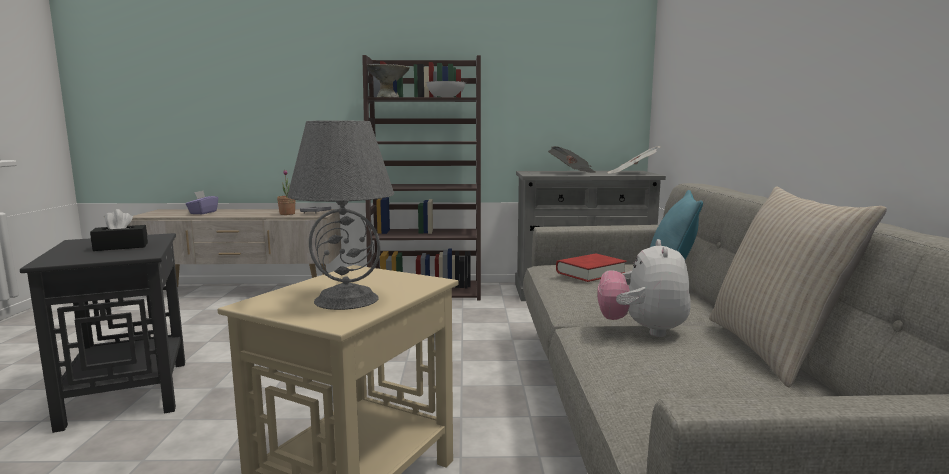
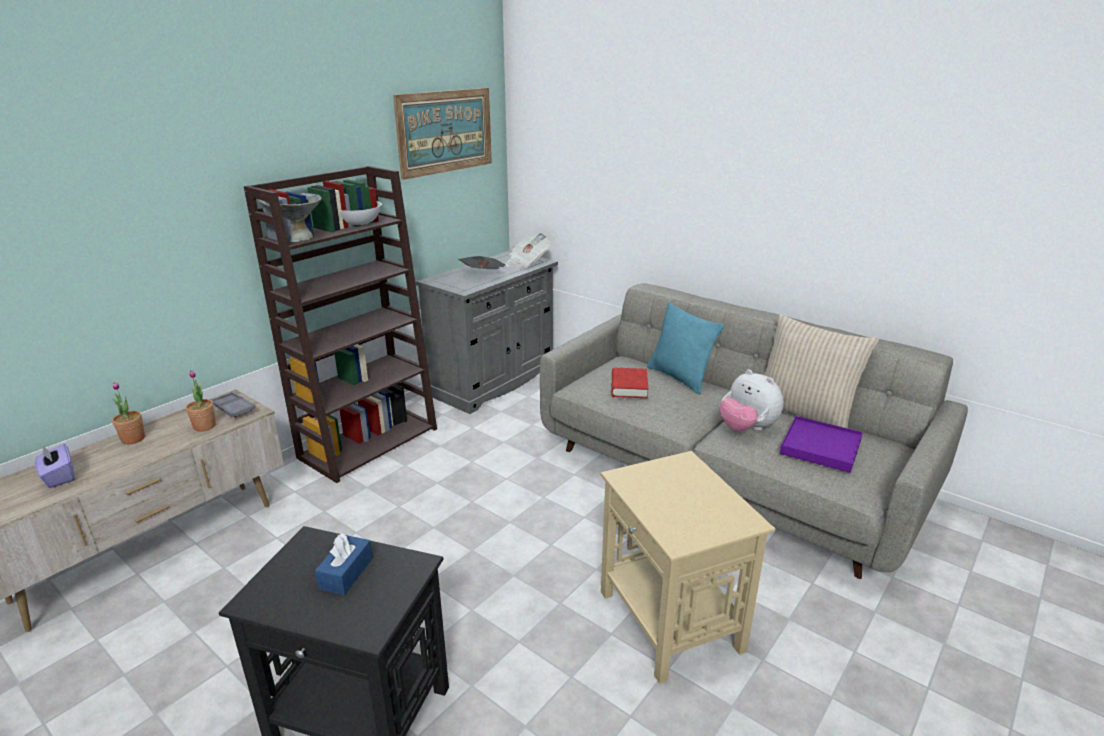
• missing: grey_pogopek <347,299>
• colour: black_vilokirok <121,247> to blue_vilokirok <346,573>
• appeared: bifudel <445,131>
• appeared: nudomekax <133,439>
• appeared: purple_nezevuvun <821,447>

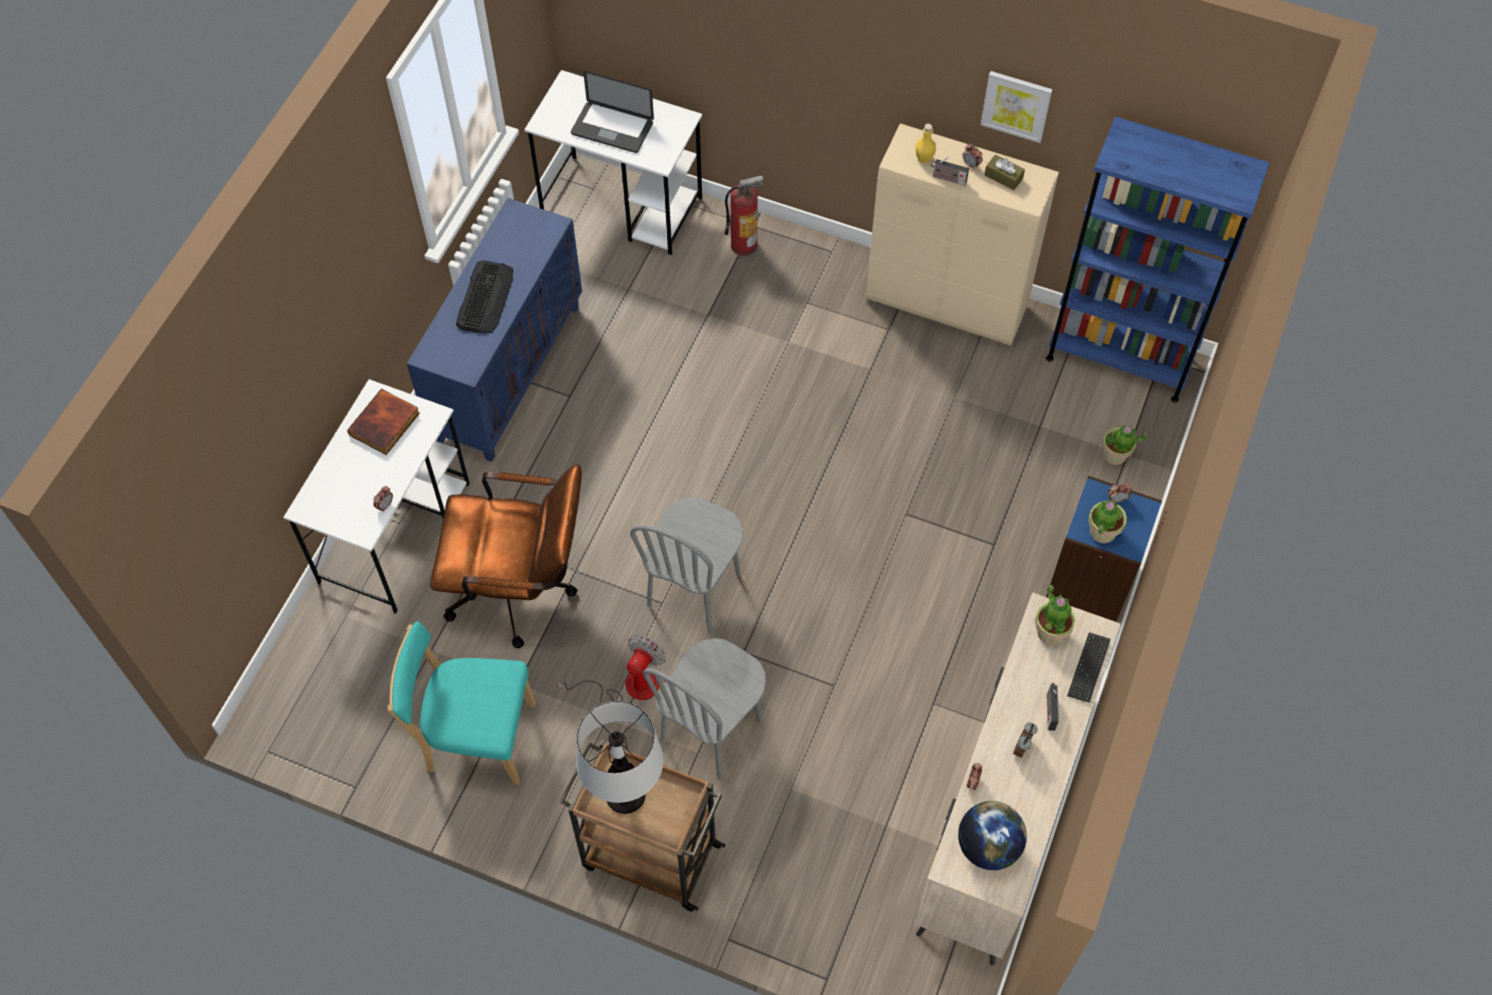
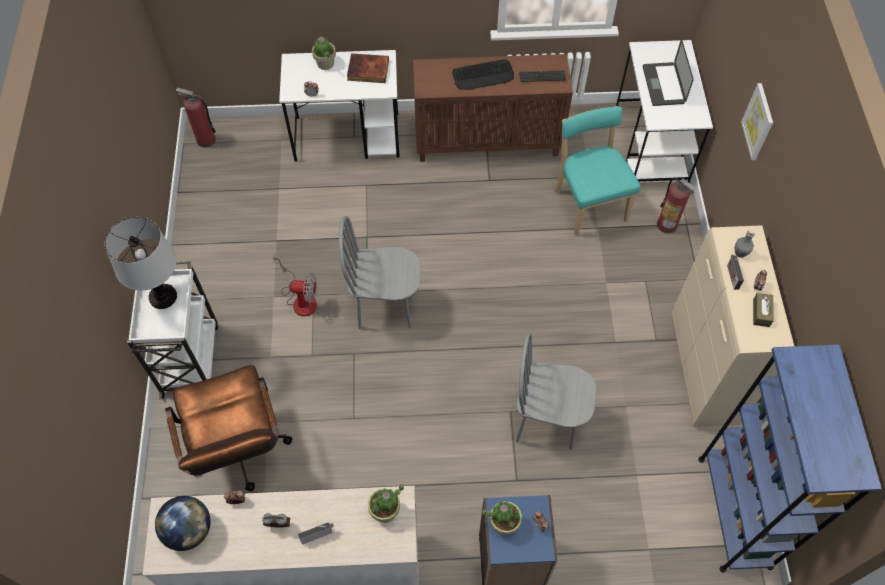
• relocated: bifudel <1016,105> to <758,122>
• colour: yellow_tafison <924,158> to grey_tafison <740,253>
• colour: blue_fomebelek <508,371> to brown_fomebelek <488,141>
• relocated: nudomekax <1115,455> to <325,64>
• relocated: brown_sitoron <521,590> to <240,452>
• relocated: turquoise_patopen <476,737> to <589,202>
• relocated: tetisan <1088,668> to <542,77>
• relocated: grey_patopen <712,730> to <546,421>
• colour: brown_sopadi <649,855> to white_sopadi <190,358>
• appeared: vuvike <205,140>

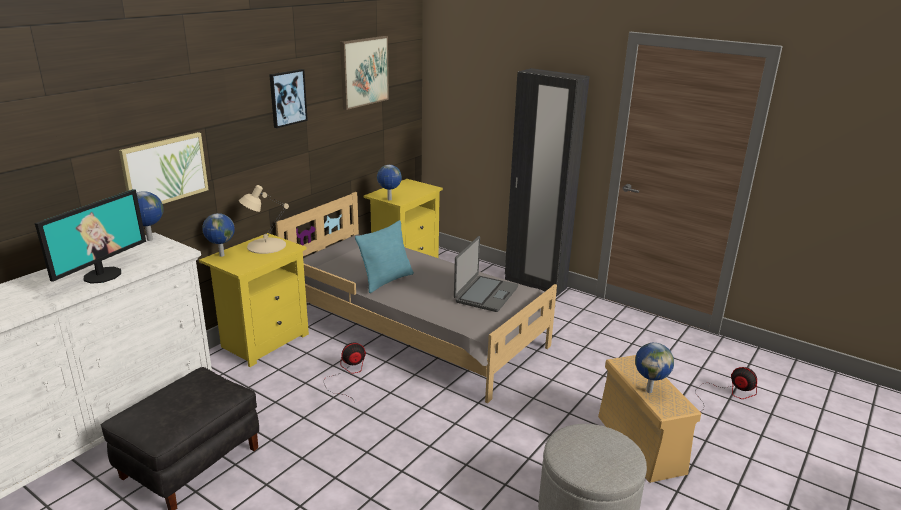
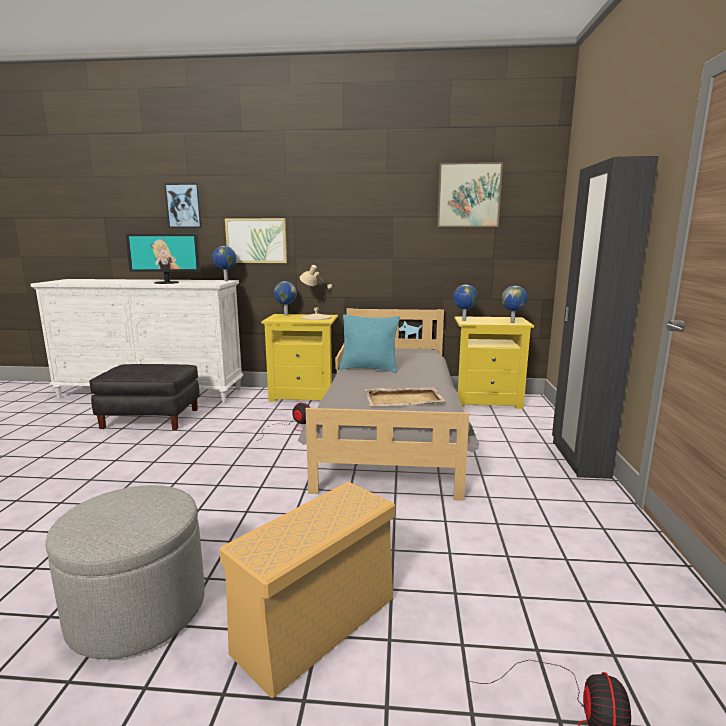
• relocated: bifudel <287,98> to <184,206>
• exchanged: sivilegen <485,294> to beige_nezevuvun <404,399>
• relocated: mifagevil <649,390> to <513,322>

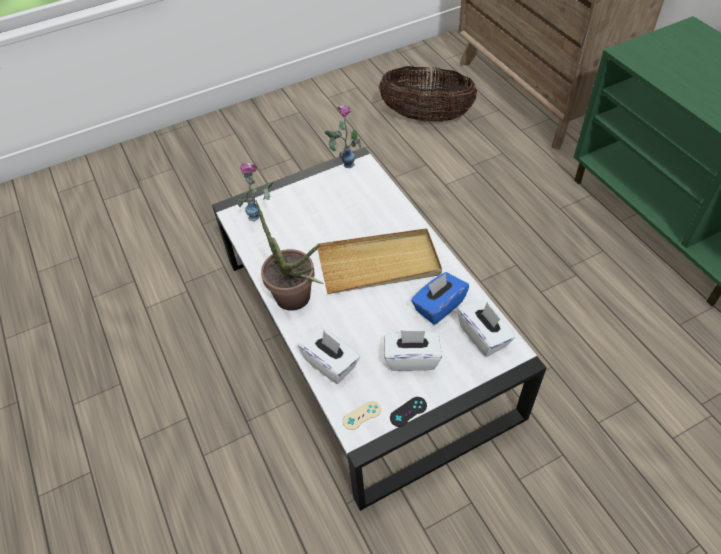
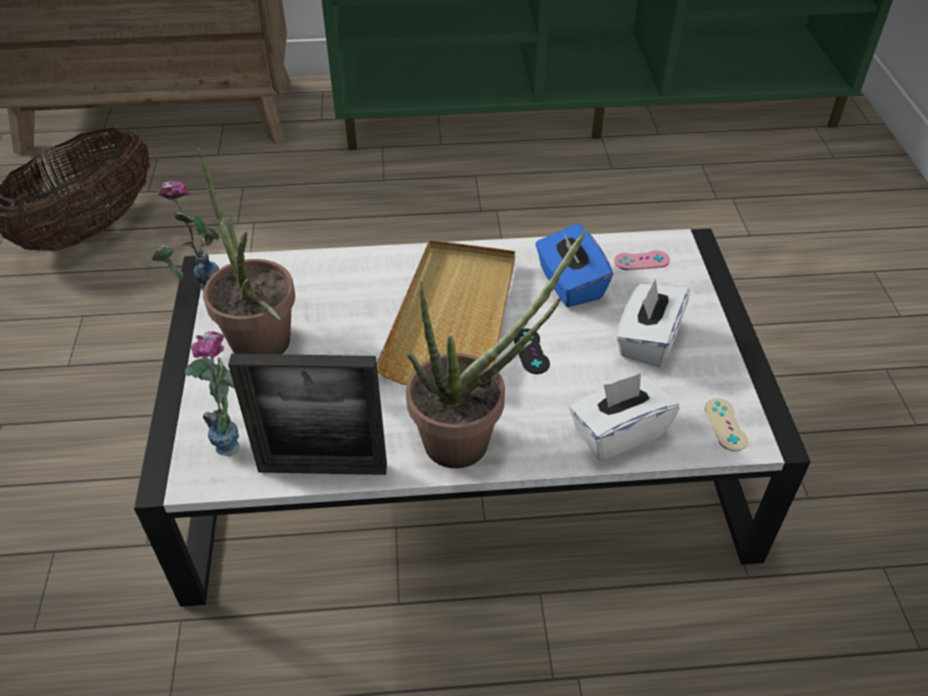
• exchanged: white_vilokirok <484,336> to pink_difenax <641,261>
• relocated: black_difenax <408,411> to <531,351>
• appeared: nudomekax <264,352>
• appeared: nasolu <322,468>

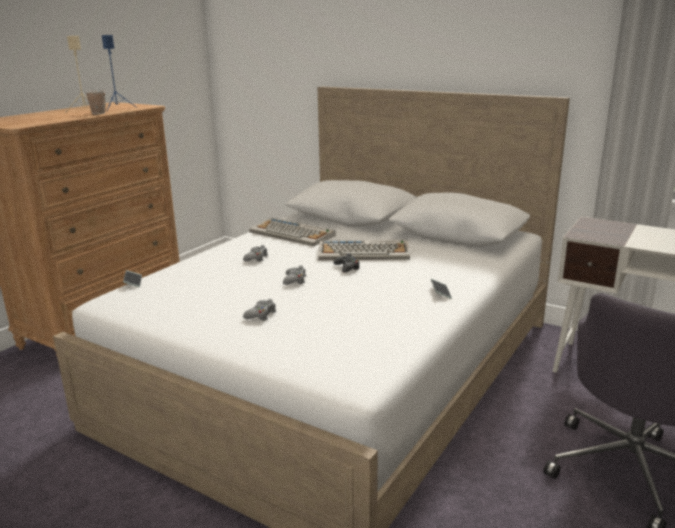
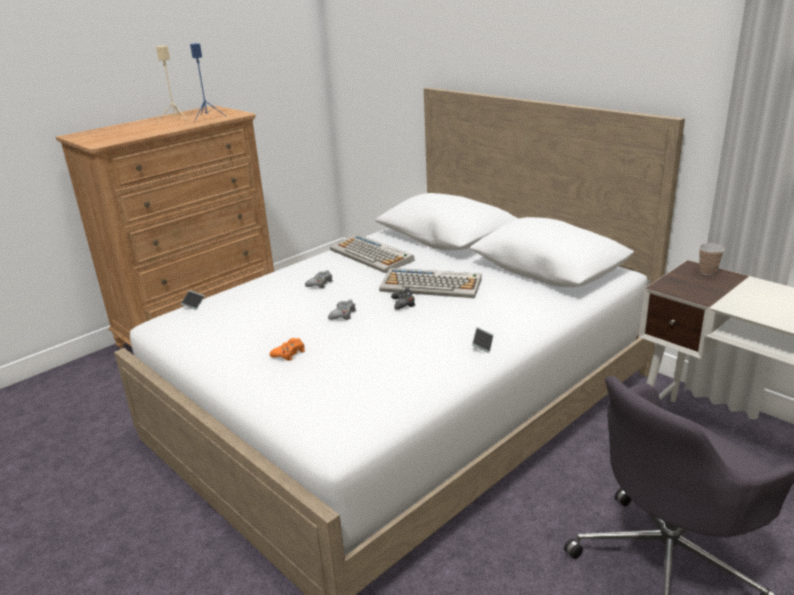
• relocated: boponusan <98,113> to <707,272>
• colour: grey_difenax <261,315> to orange_difenax <289,353>

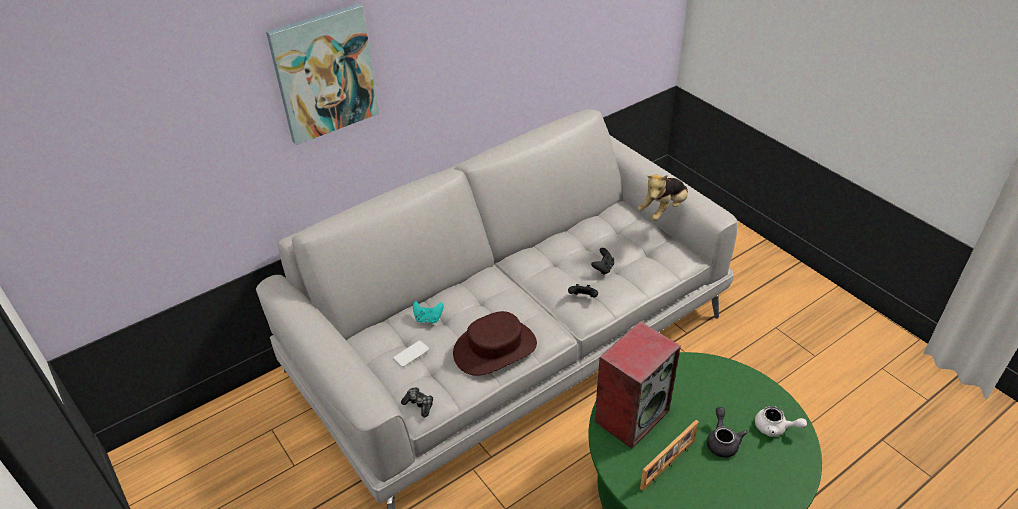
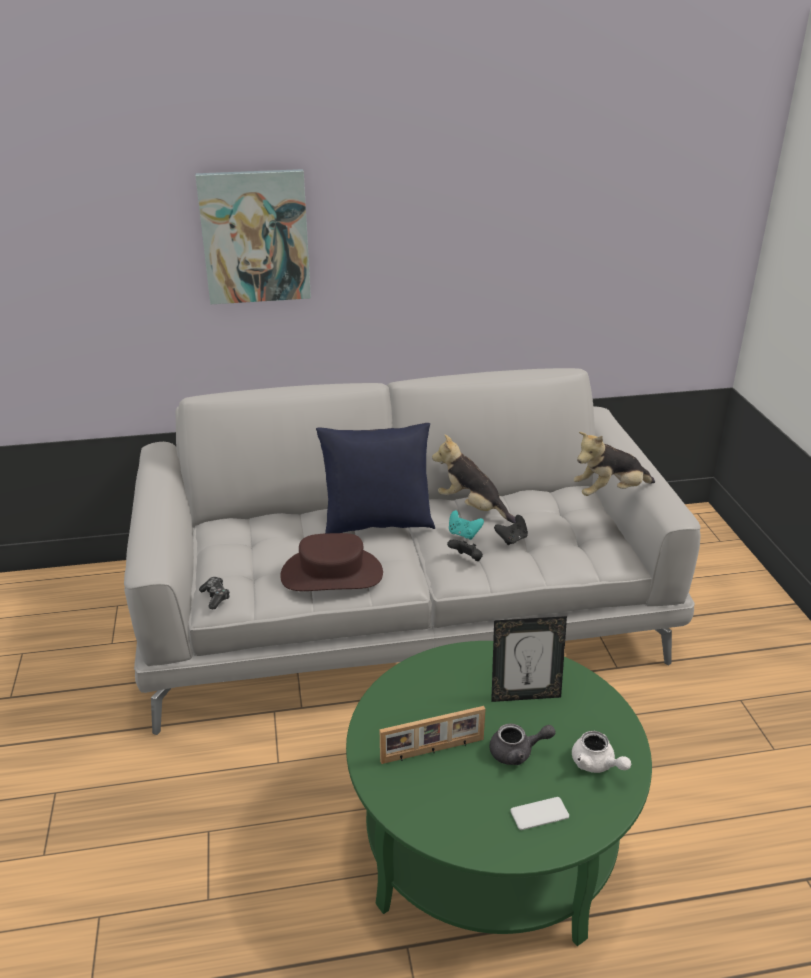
• relocated: turquoise_difenax <428,319> to <463,534>
• missing: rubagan <631,415>
• relocated: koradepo <411,354> to <539,814>
• spun: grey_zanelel <722,441> = <517,752> 60 degrees clockwise
• appeared: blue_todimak <377,524>
• appeared: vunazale <472,508>
• appeared: nasolu <525,695>

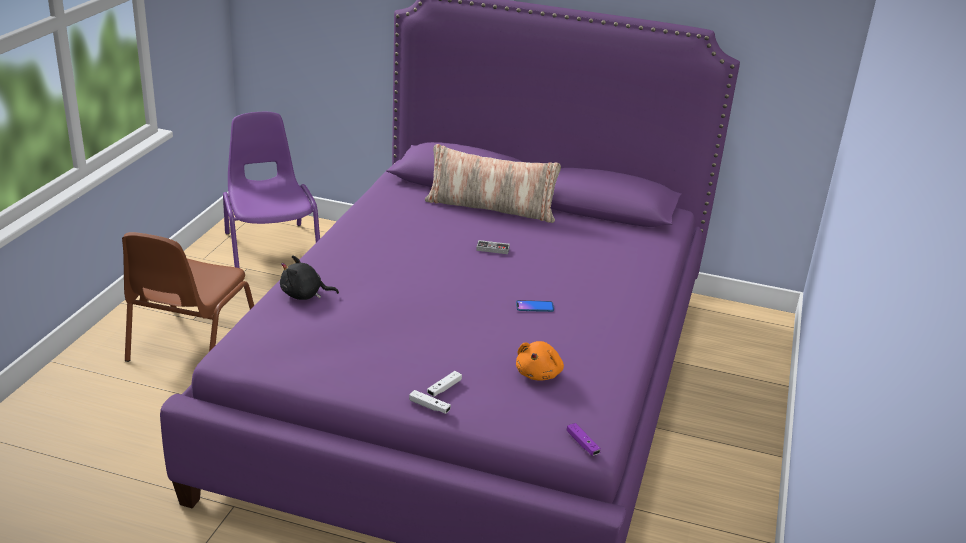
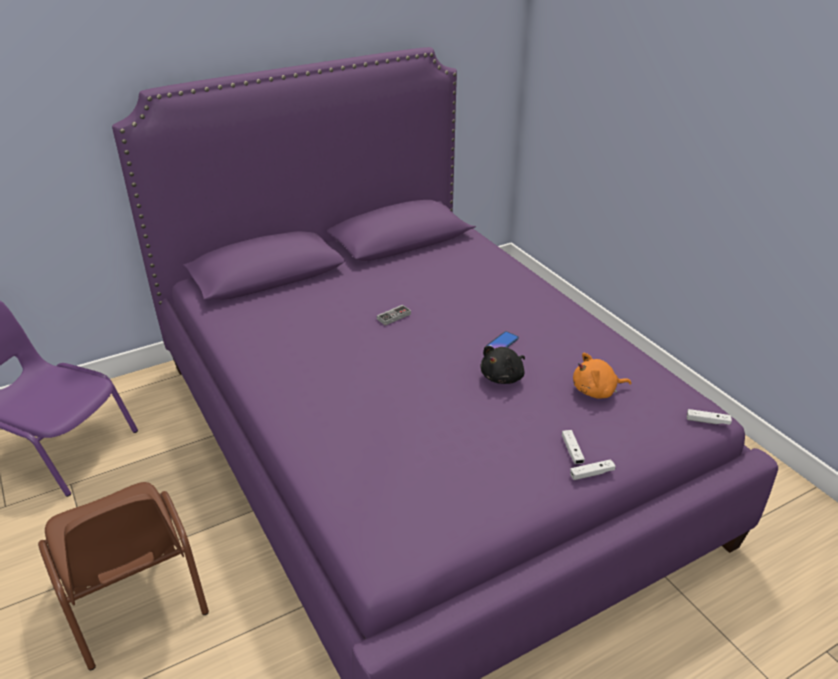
• missing: todimak <491,208>
• relocated: black_vunazale <304,295> to <503,377>
• spun: orange_vunazale <539,373> = <596,391> 105 degrees clockwise
• colour: purple_difenax <582,444> to white_difenax <707,421>

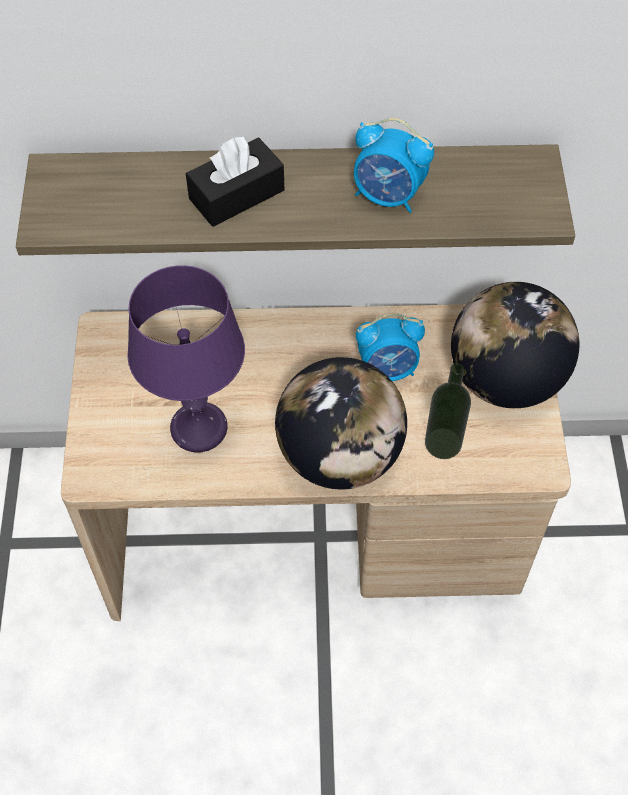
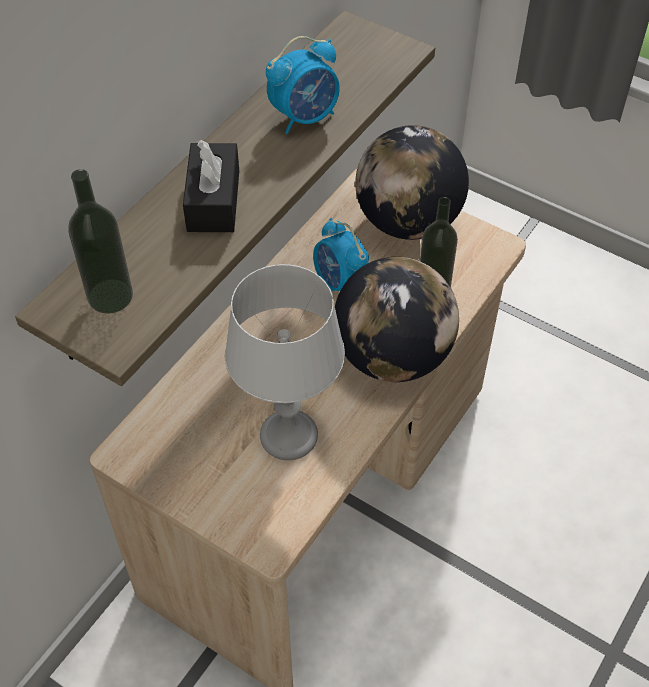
• colour: purple_pogopek <200,428> to grey_pogopek <289,435>
• spun: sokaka <388,369> = <340,283> 120 degrees clockwise
• appeared: tafison <110,296>

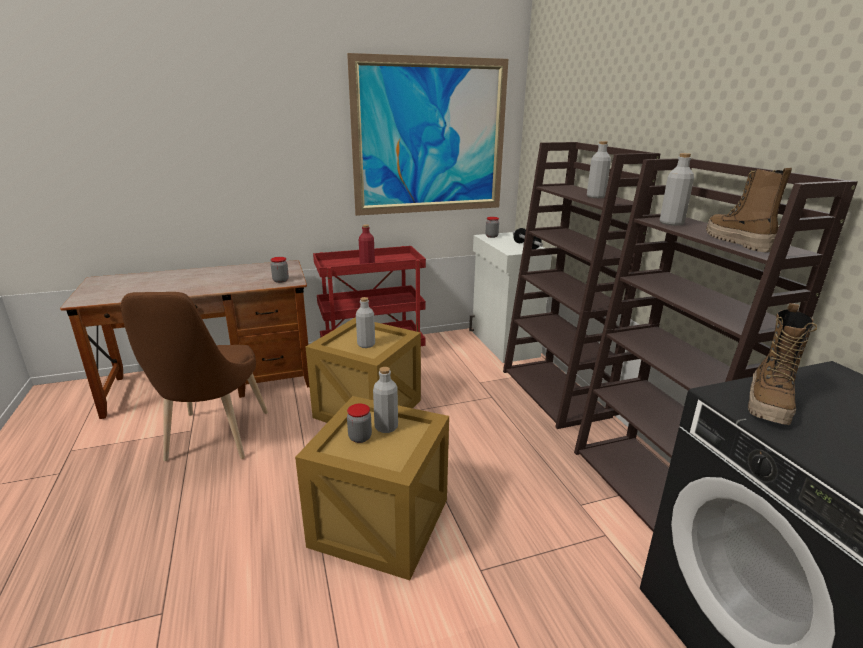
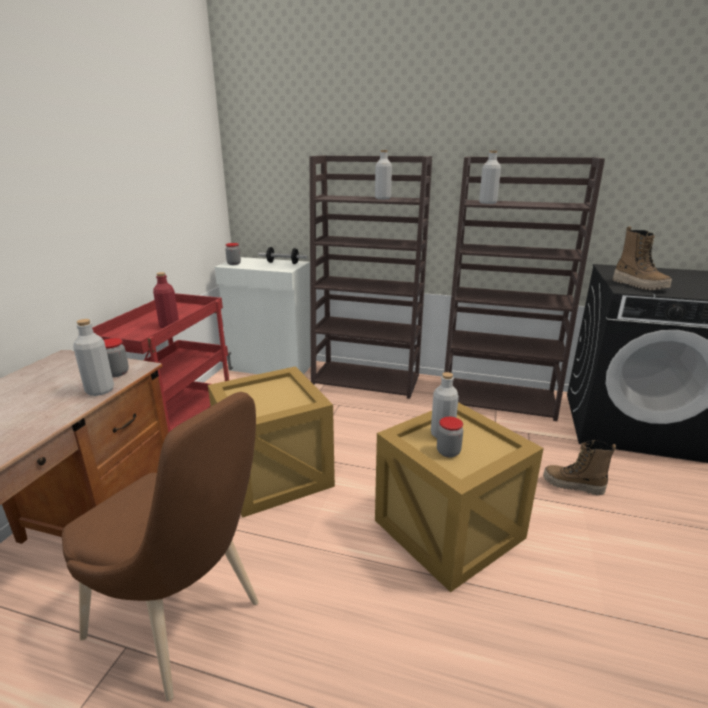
• missing: bifudel <430,138>
• relocated: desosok <737,242> to <573,486>
• relocated: grey_tafison <366,344> to <100,390>

